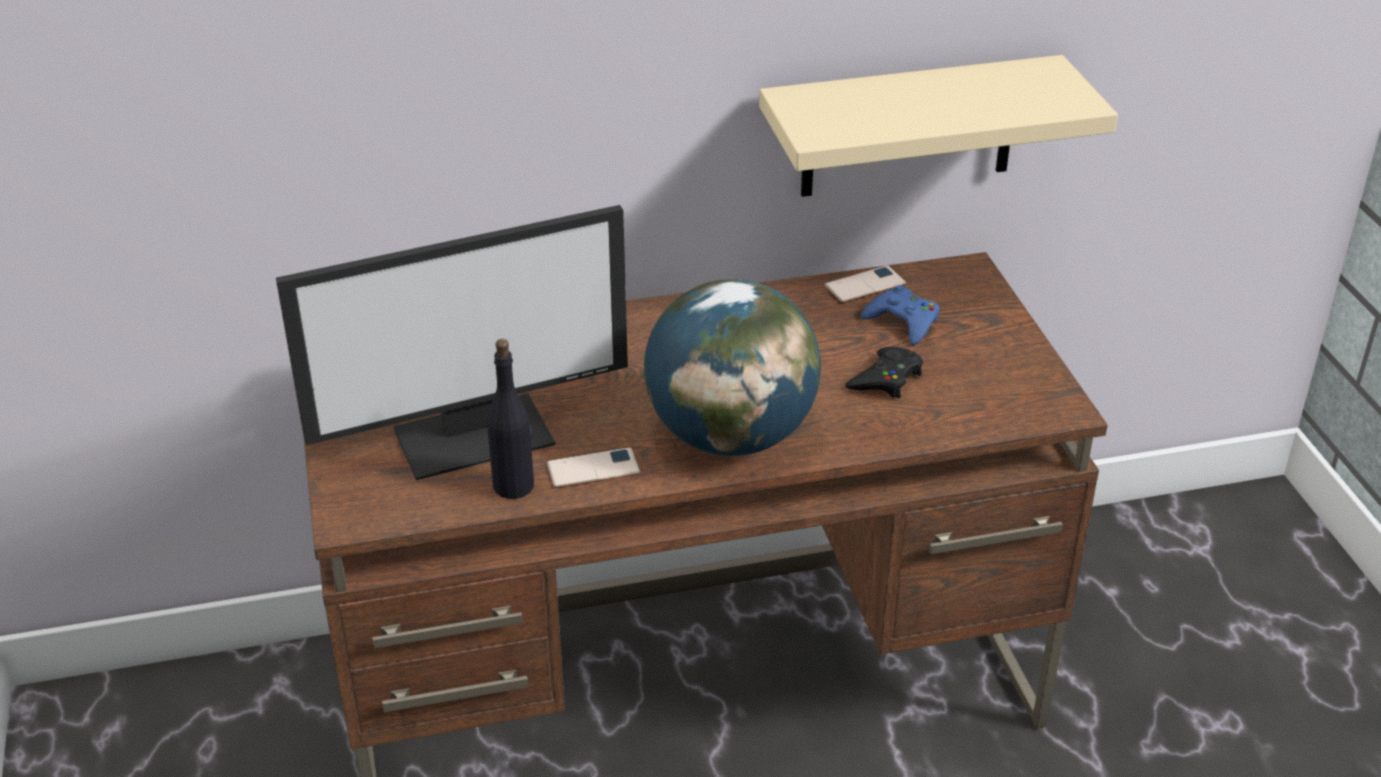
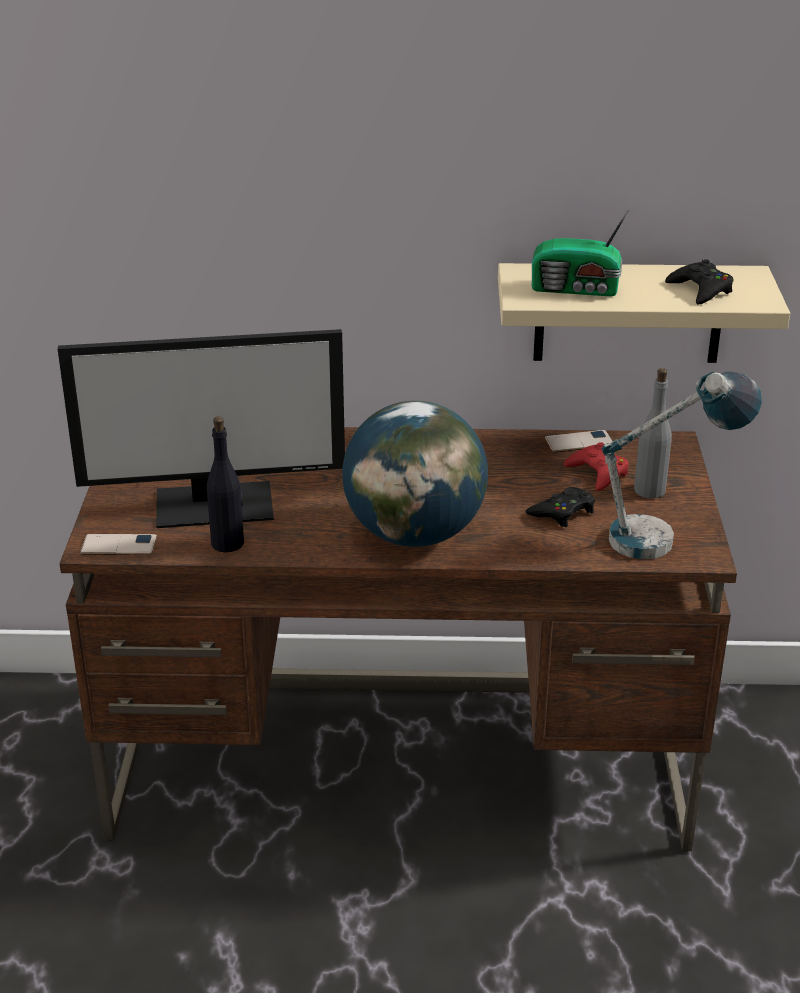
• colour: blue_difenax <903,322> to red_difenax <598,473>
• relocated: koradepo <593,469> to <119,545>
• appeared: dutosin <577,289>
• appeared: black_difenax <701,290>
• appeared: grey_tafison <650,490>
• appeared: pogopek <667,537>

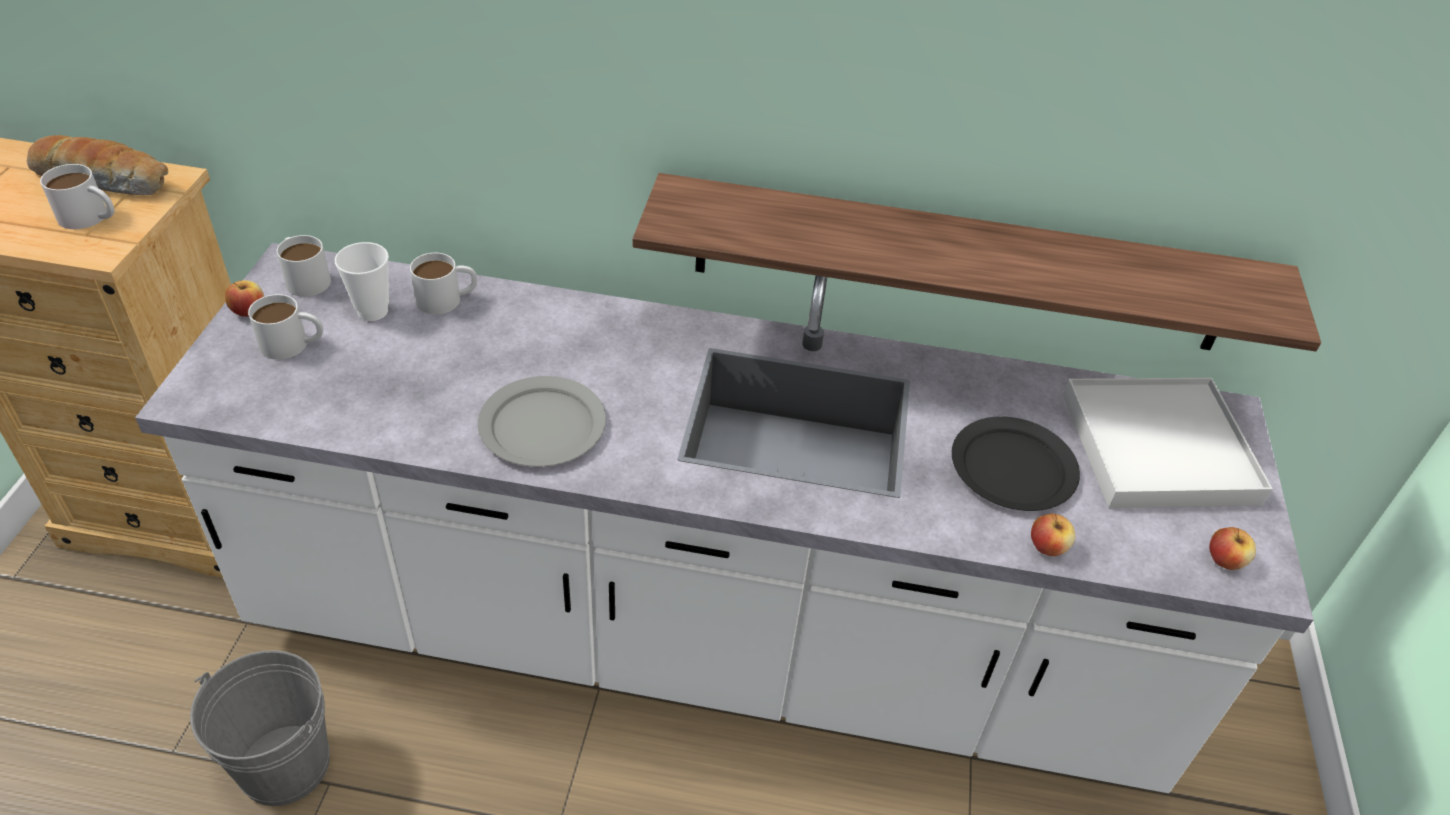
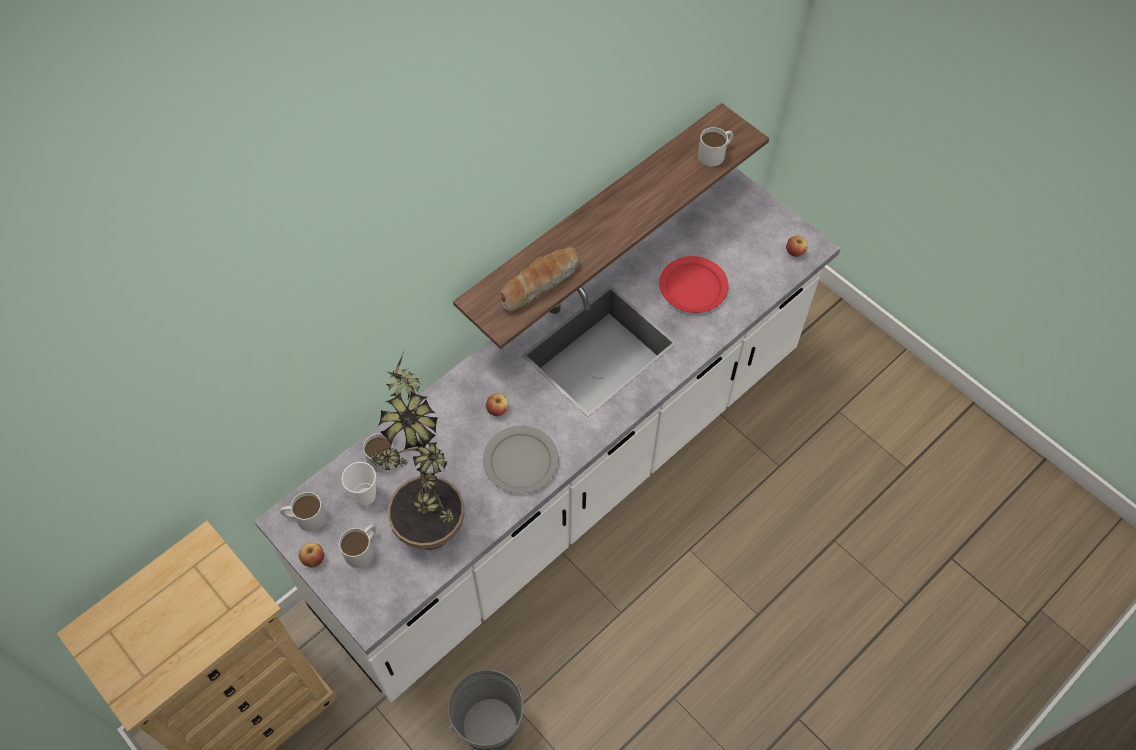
• relocated: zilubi <105,179> to <539,284>
• relocated: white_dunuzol <90,218> to <715,153>
• missing: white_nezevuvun <1159,448>
• colour: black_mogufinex <1013,468> to red_mogufinex <694,287>
• relocated: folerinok <1047,547> to <497,410>
• appeared: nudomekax <429,513>

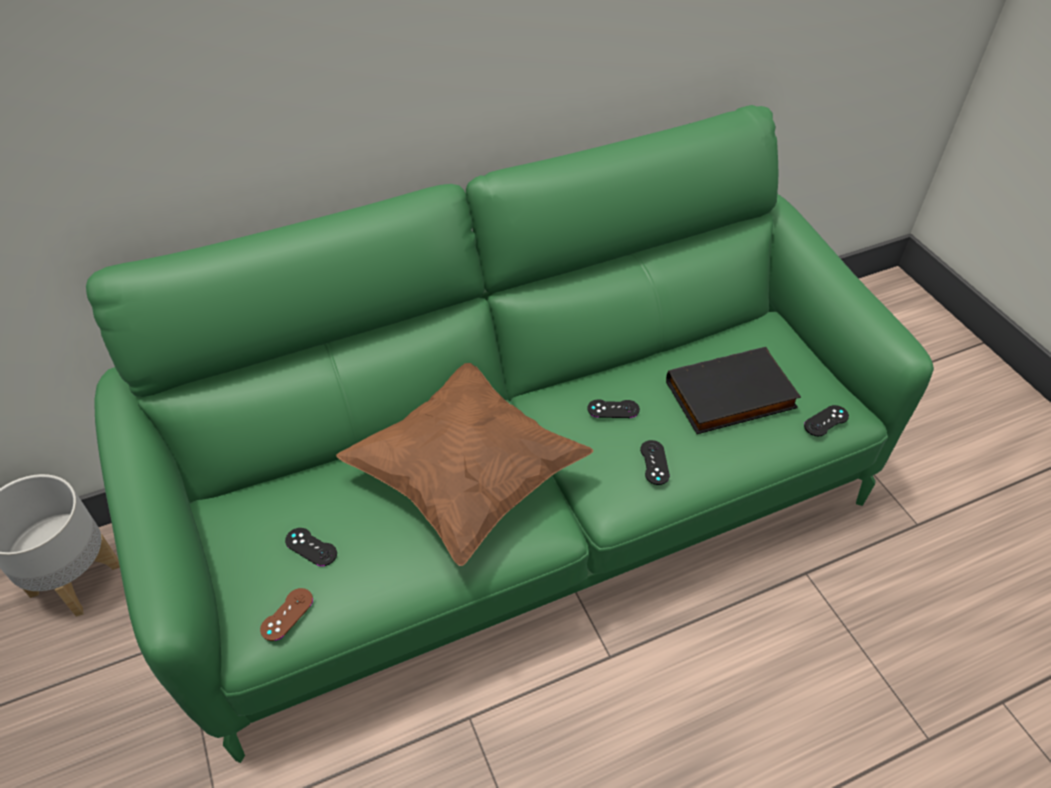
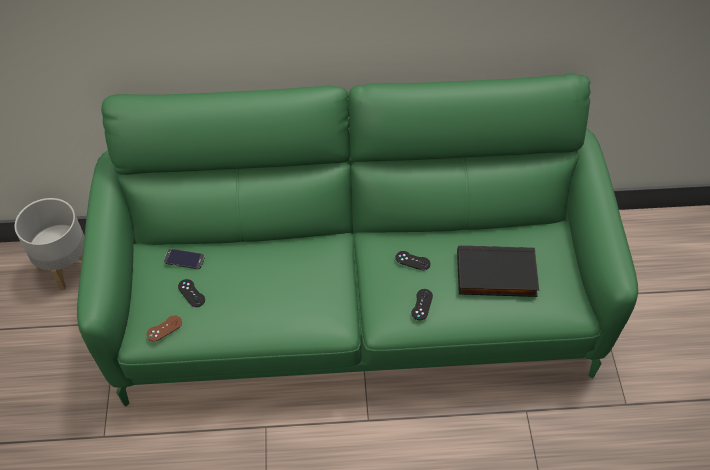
• missing: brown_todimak <467,479>
• missing: black_difenax <826,421>
• appeared: koradepo <184,259>

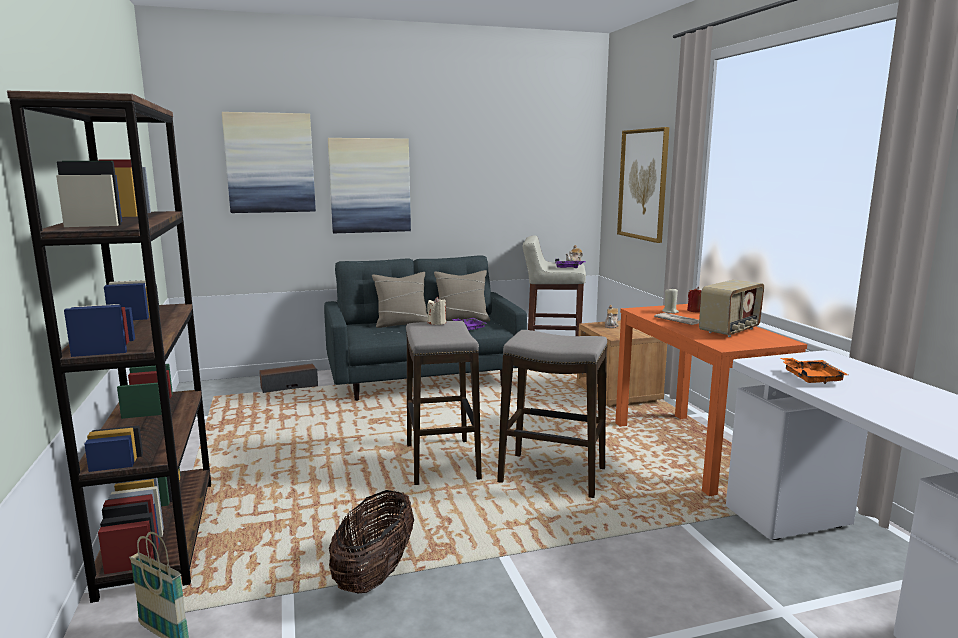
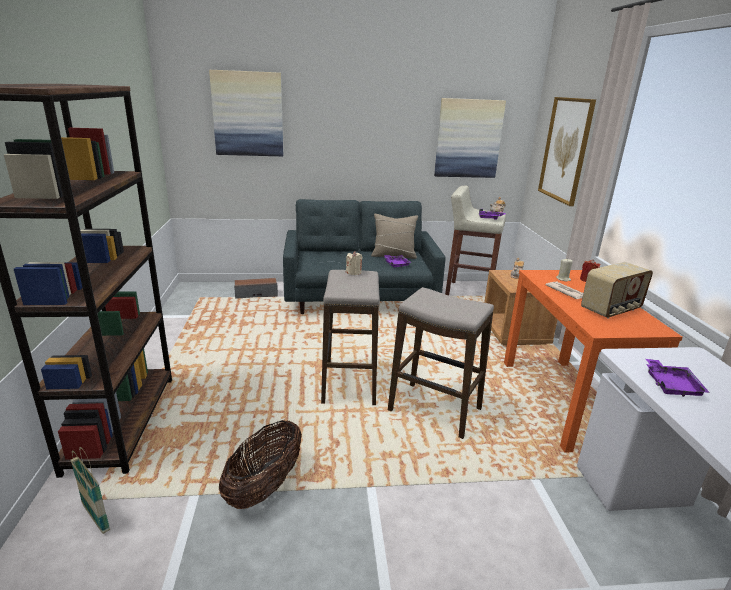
• relocated: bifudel <370,185> to <468,139>
• missing: beige_todimak <402,323>
• colour: orange_nezevuvun <811,378> to purple_nezevuvun <671,385>

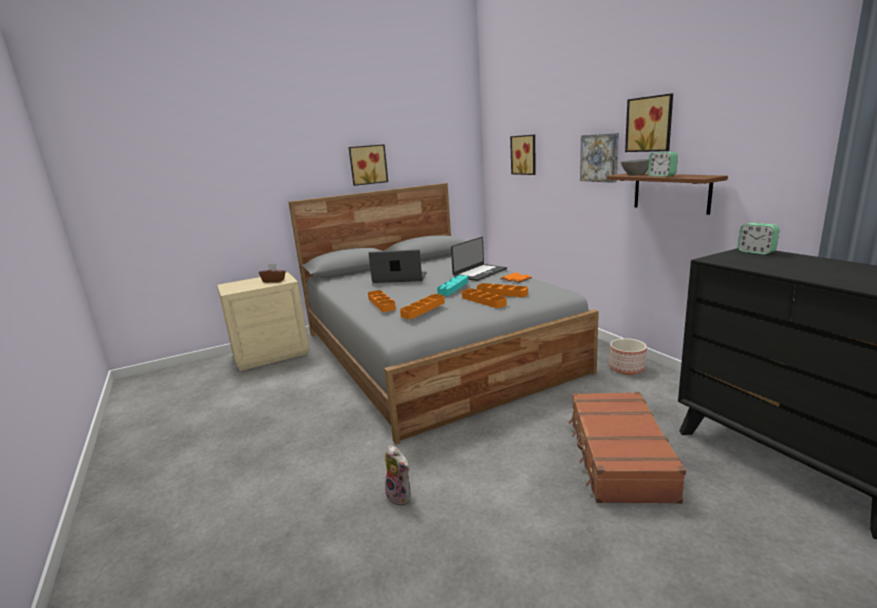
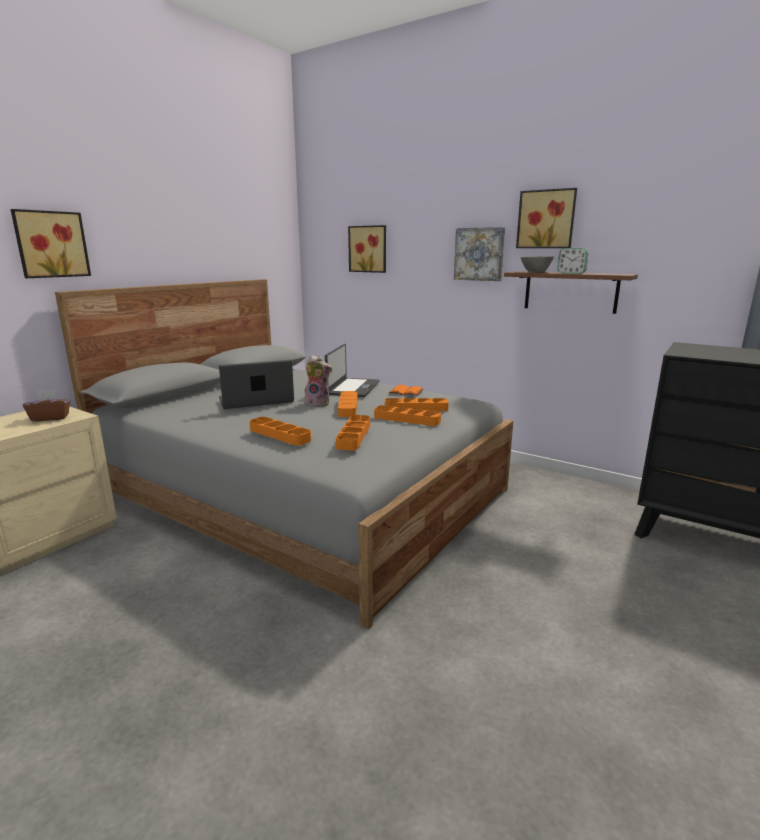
• relocated: bifudel <368,164> to <51,244>
• missing: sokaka <756,252>
• colour: turquoise_nezevuvun <453,288> to orange_nezevuvun <348,407>
• missing: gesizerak <627,368>
• missing: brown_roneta <618,457>
• relocated: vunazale <401,496> to <318,403>

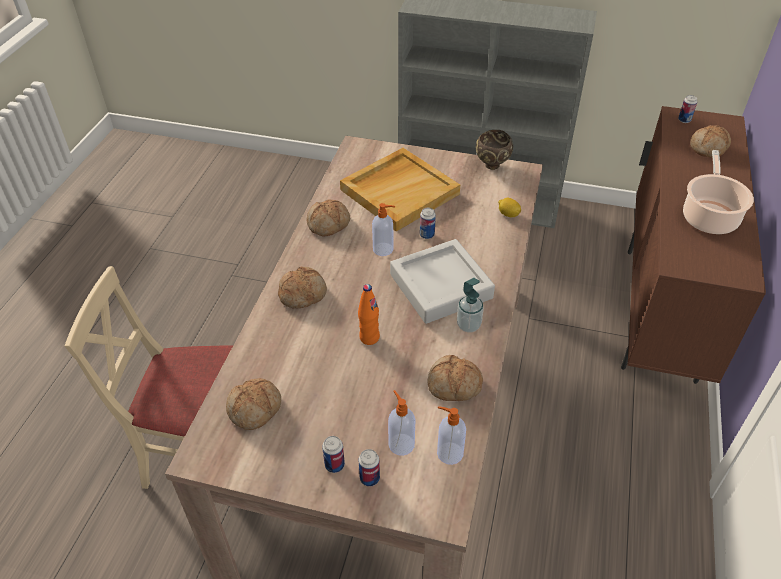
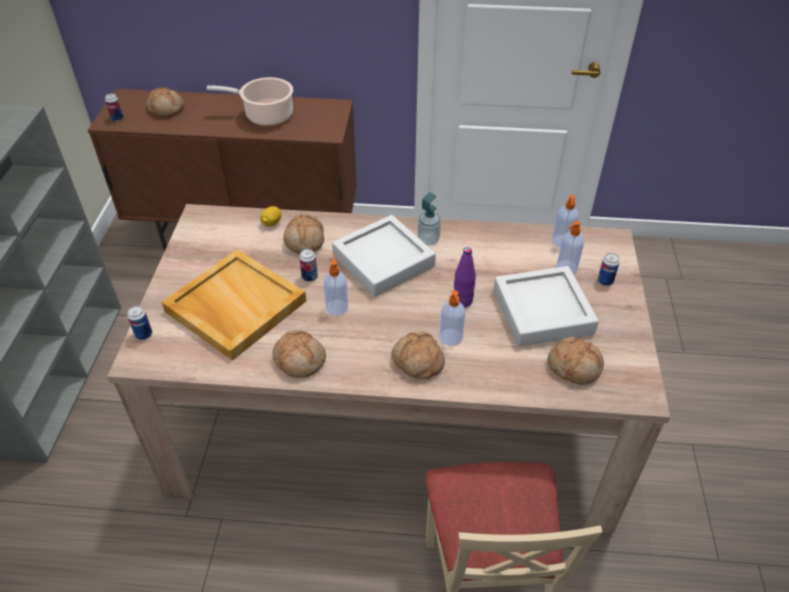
• missing: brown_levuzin <492,166>
• colour: orange_tafison <369,337> to purple_tafison <462,301>
• relocated: zilubi <454,386> to <305,240>
• relocated: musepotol <334,465> to <144,334>
• appeared: grey_nezevuvun <542,311>
• appeared: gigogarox <451,338>

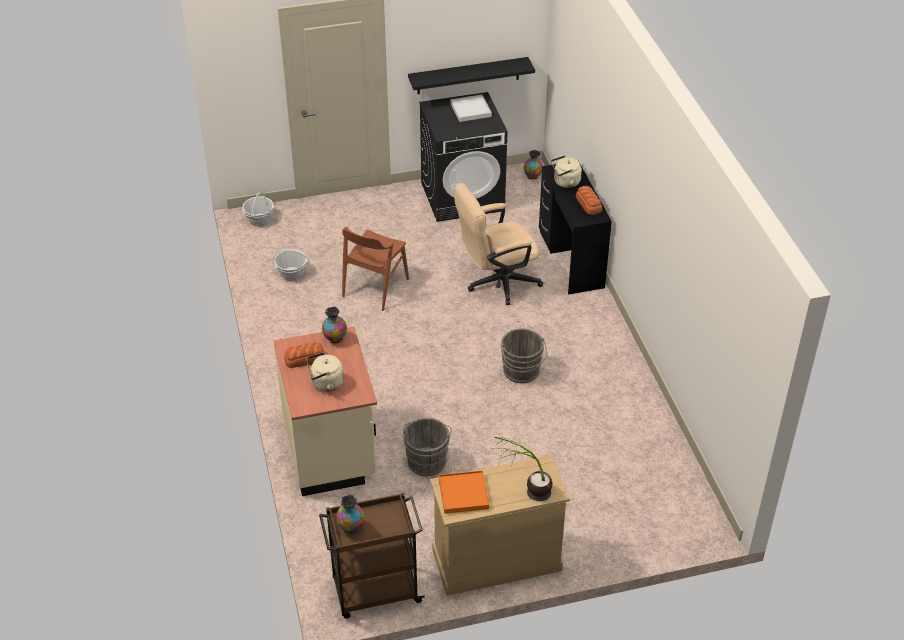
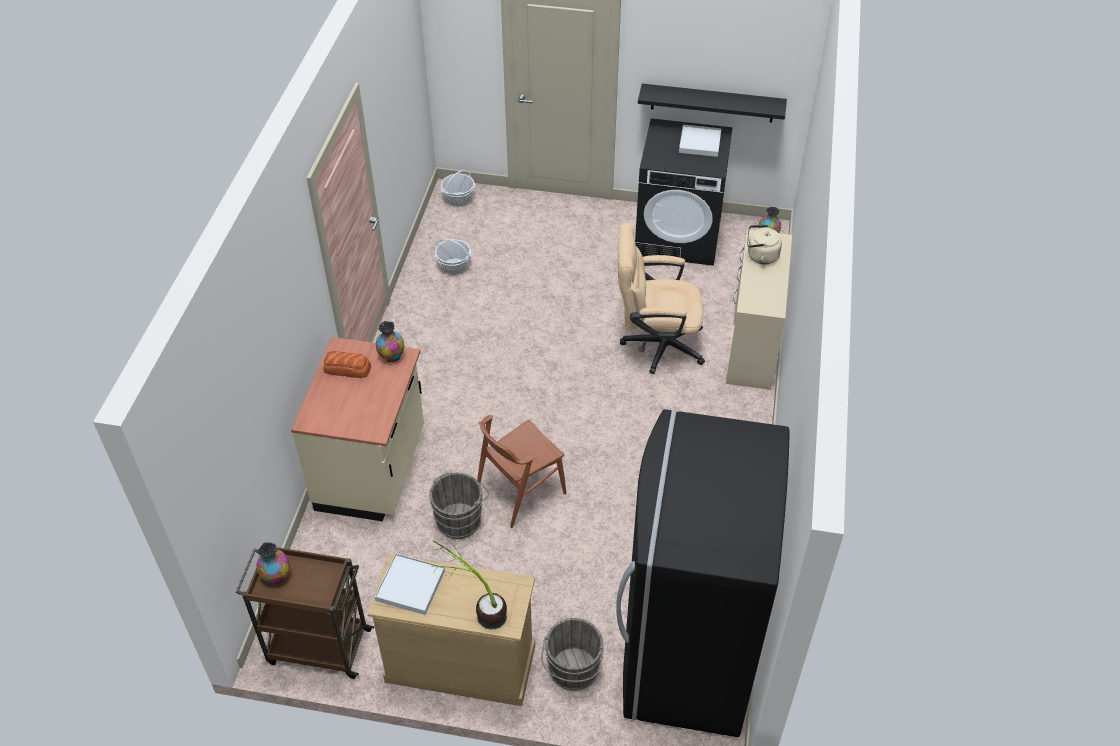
• colour: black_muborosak <571,259> to beige_muborosak <753,344>
• missing: zilubi <588,204>
• relocated: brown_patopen <375,287> to <520,491>
• relocated: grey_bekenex <521,372> to <573,672>
• missing: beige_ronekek <325,383>
• colour: orange_nezevuvun <463,494> to white_nezevuvun <410,585>
• appeared: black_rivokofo <687,654>

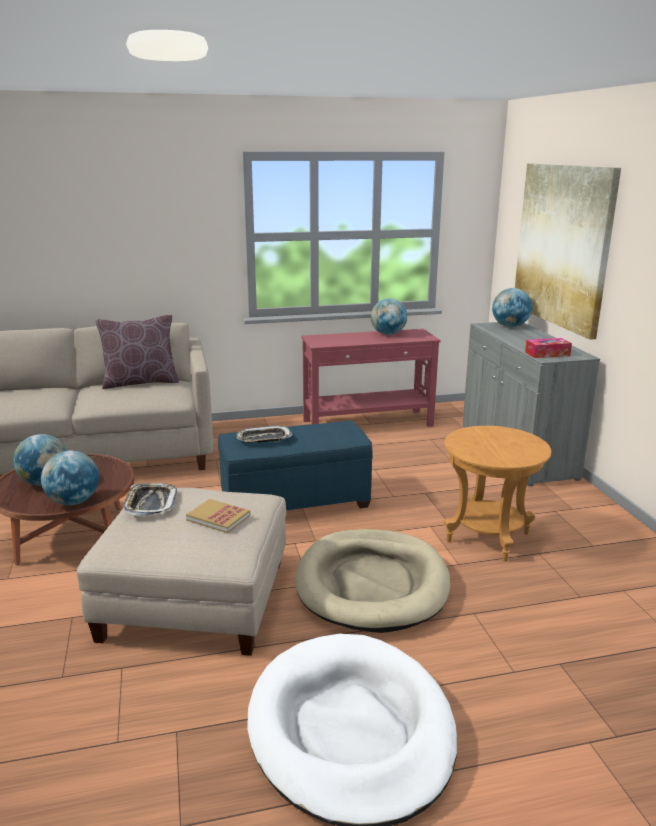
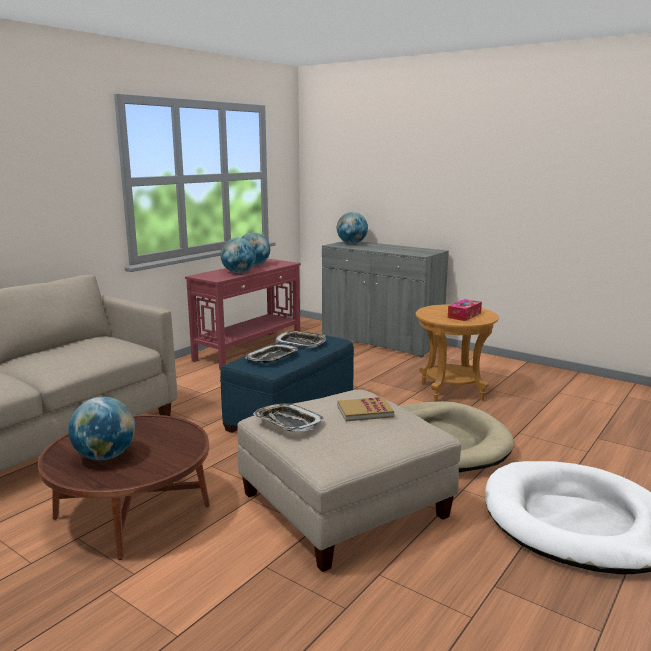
• missing: bifudel <562,246>
• missing: brown_todimak <140,382>
• relocated: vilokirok <547,354> to <464,315>
• relocated: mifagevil <73,502> to <238,272>
• appeared: nezevuvun <301,343>

